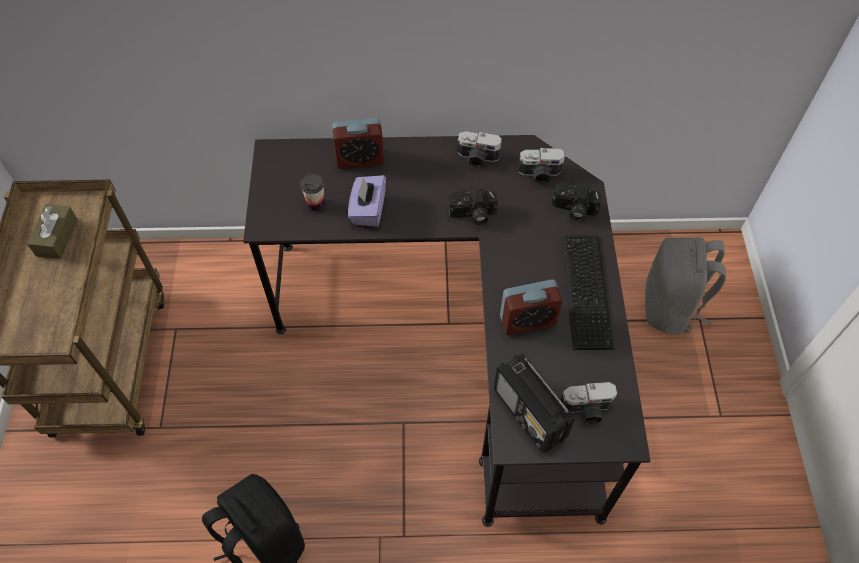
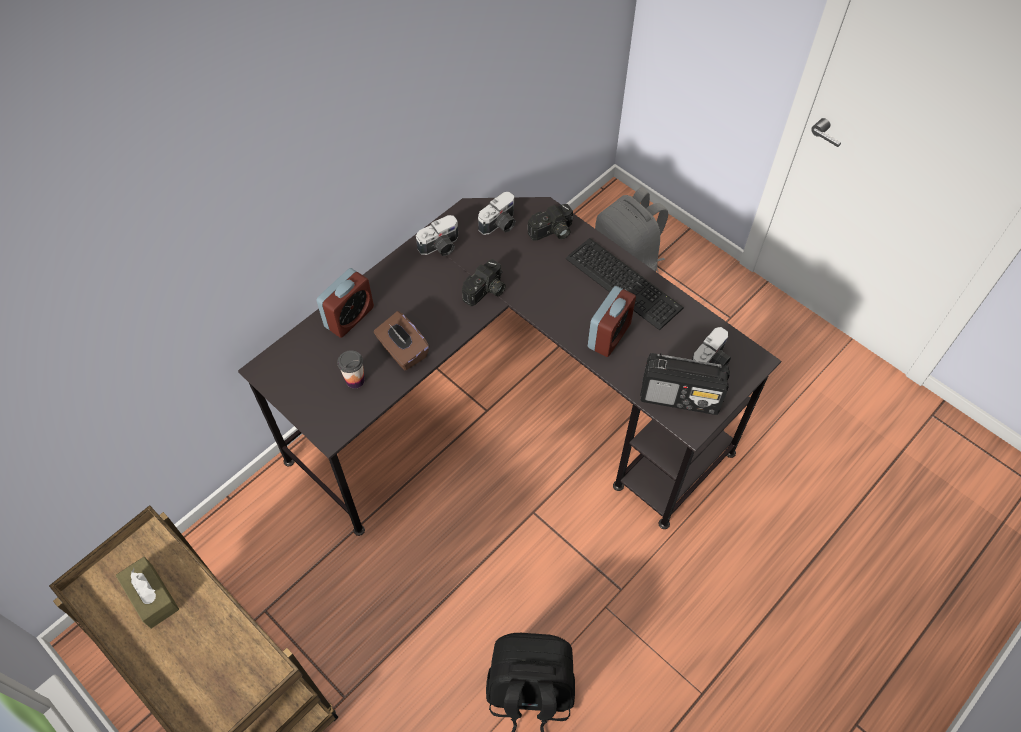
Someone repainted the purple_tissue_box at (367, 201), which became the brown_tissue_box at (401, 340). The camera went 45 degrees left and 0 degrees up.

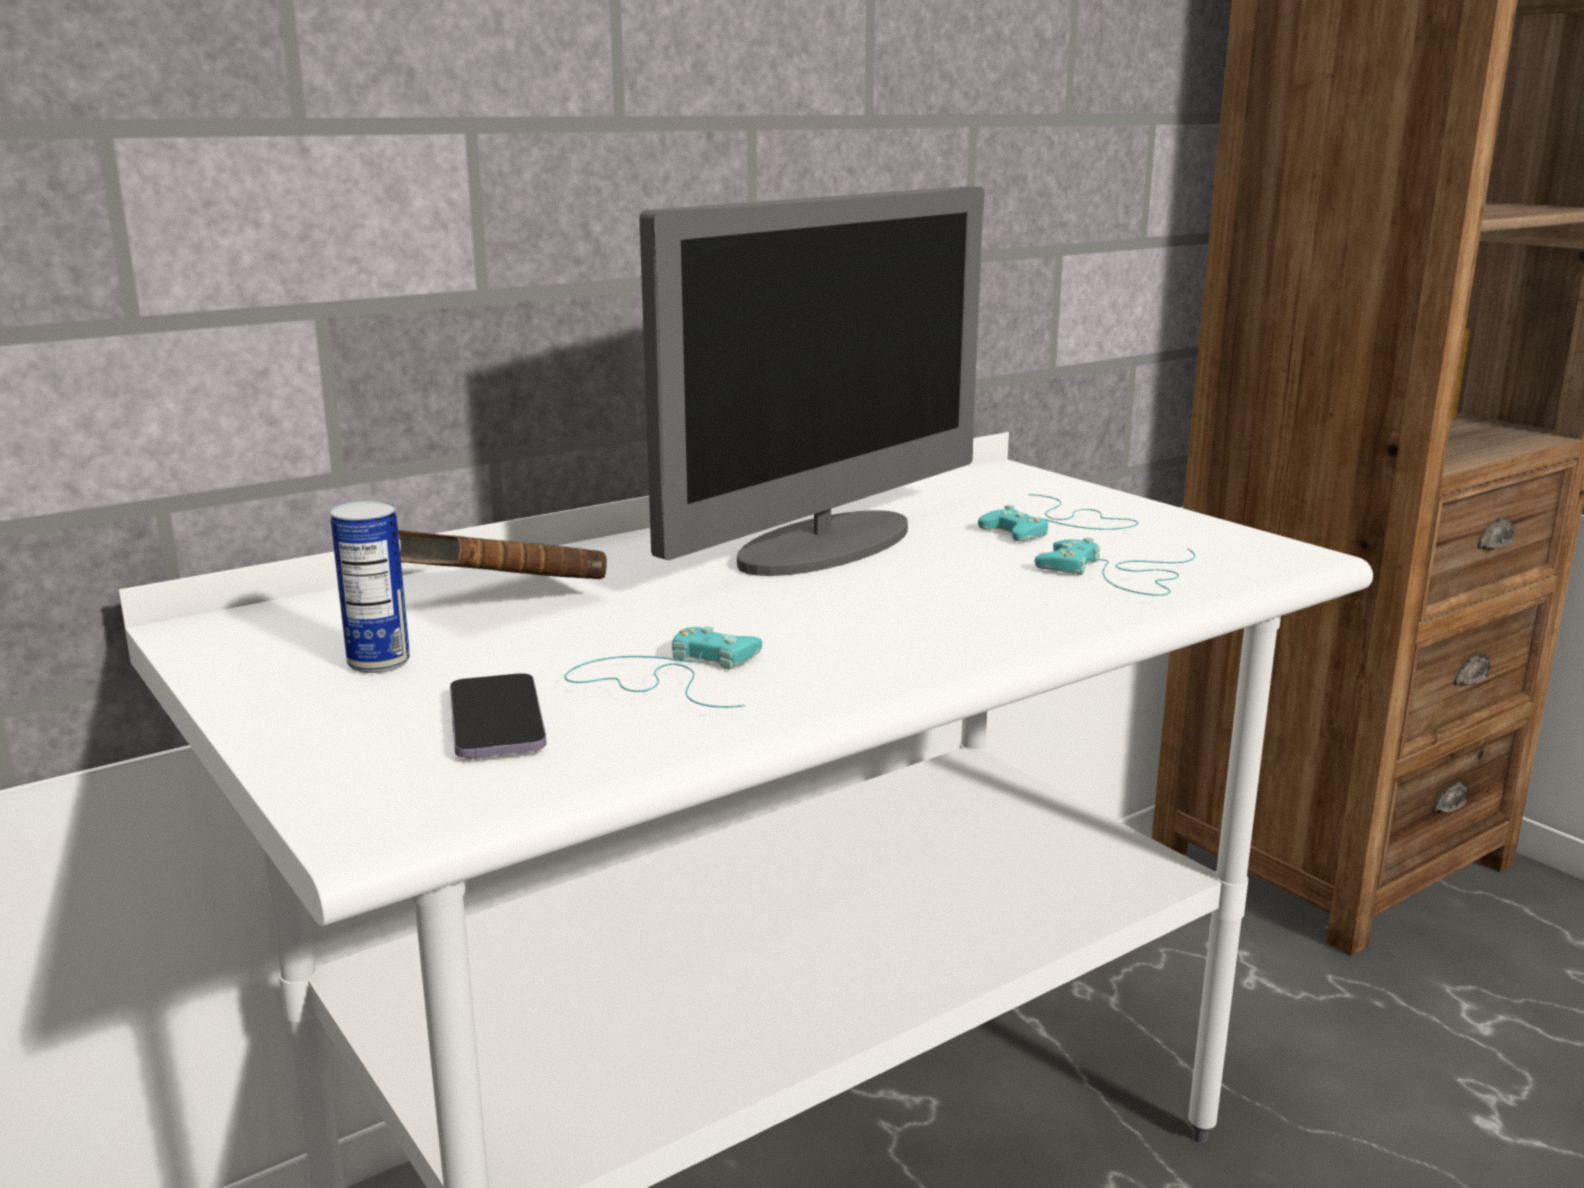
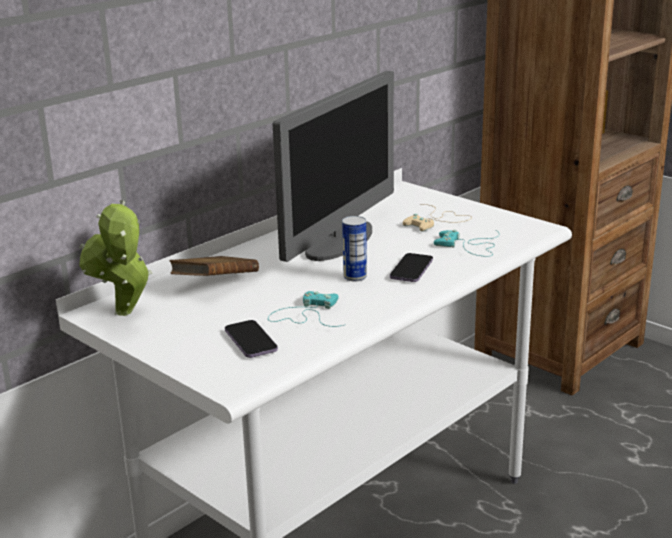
Someone repainted the turquoise_game_controller at (1058, 517), which became the beige_game_controller at (437, 218). Someone carried the can from (370, 587) to (354, 249). Someone put down the potted_plant at (116, 258). Someone put down the phone at (411, 267). The camera went 10 degrees left and 5 degrees up.

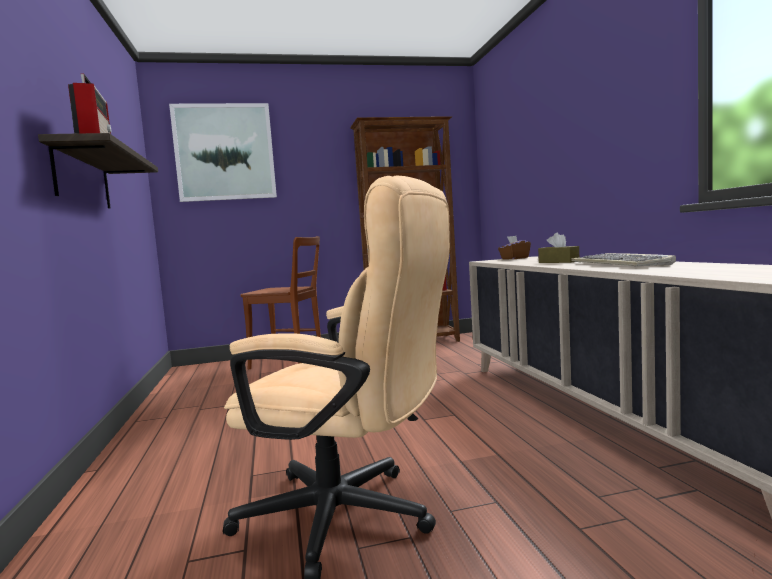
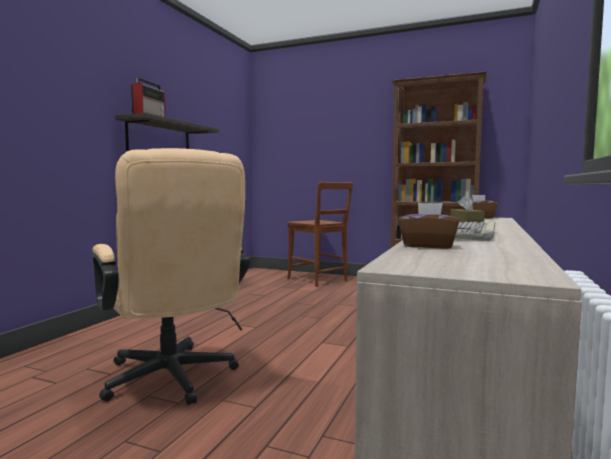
Someone took away the picture at (223, 152). Someone put down the brown_tissue_box at (429, 226). The camera went 35 degrees right and 0 degrees up.

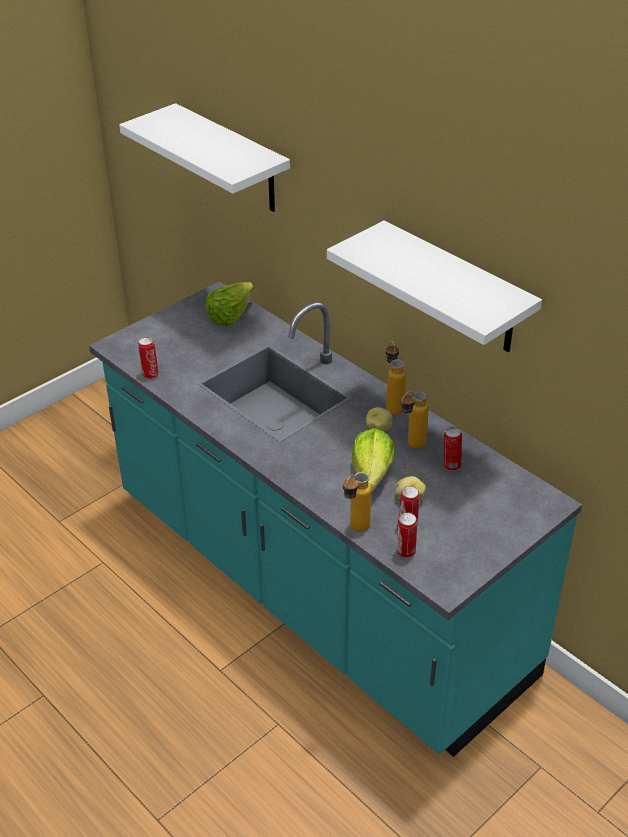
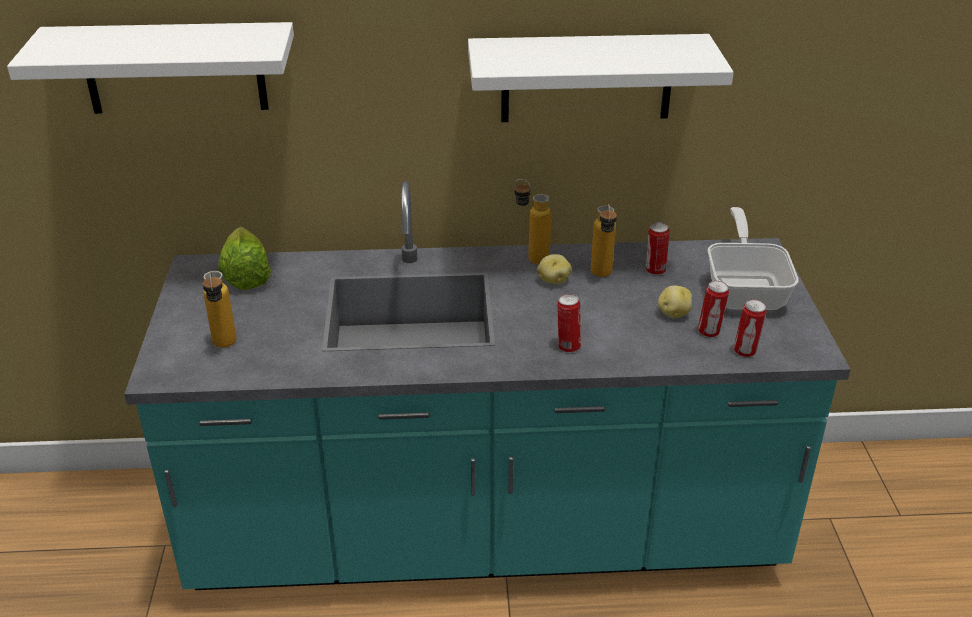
Someone carried the can from (148, 358) to (569, 323). Someone took away the lettuce at (373, 460). Someone carried the bottle from (357, 502) to (220, 309). Someone put down the frying_pan at (753, 258). The camera went 50 degrees left and 5 degrees down.

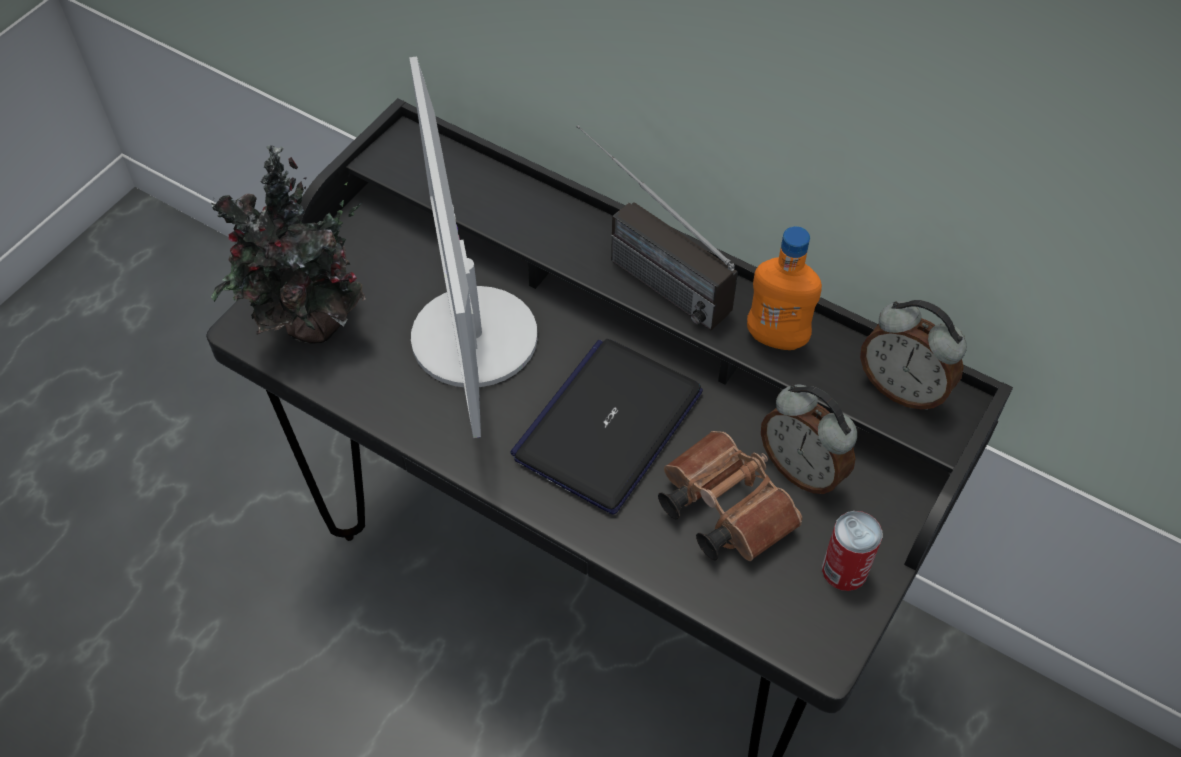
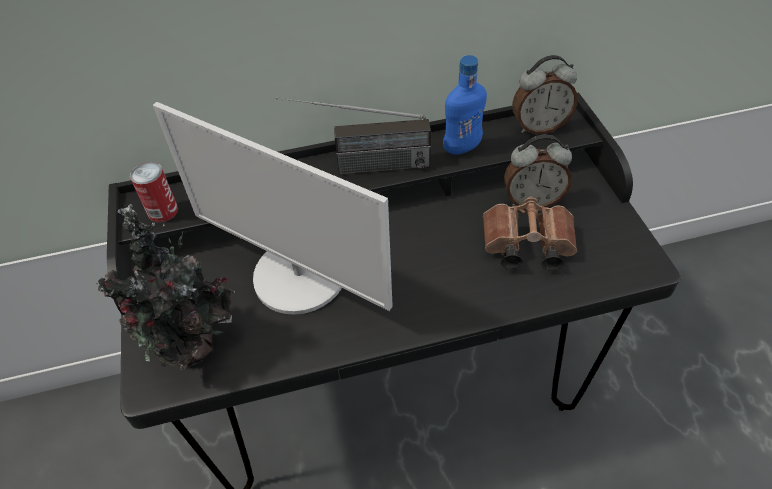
Someone repainted the orange_bottle at (784, 288), which became the blue_bottle at (465, 105). Someone took away the laptop at (606, 427). Someone carried the can from (852, 551) to (154, 192). The camera went 45 degrees left and 5 degrees down.

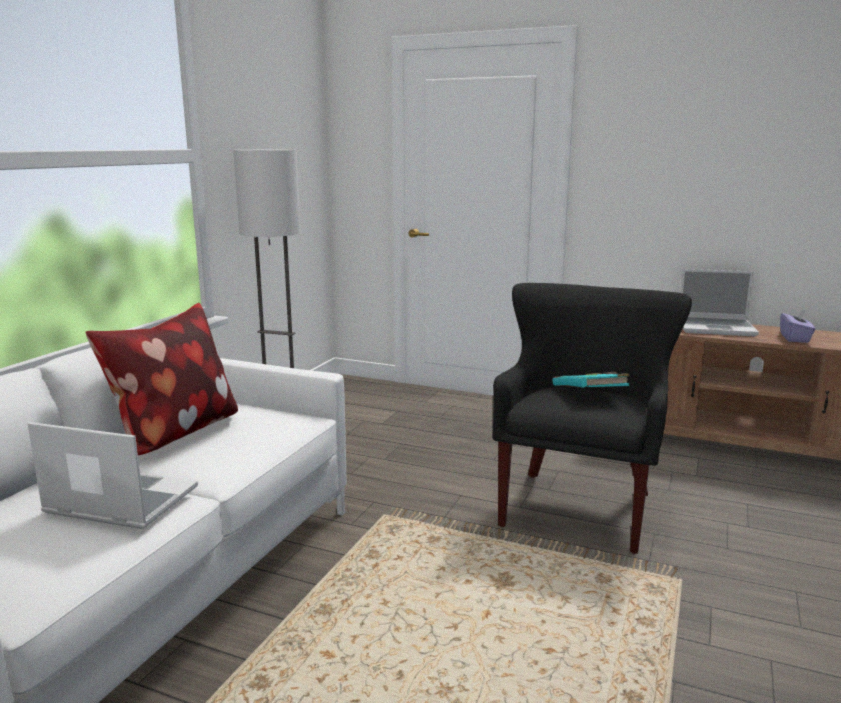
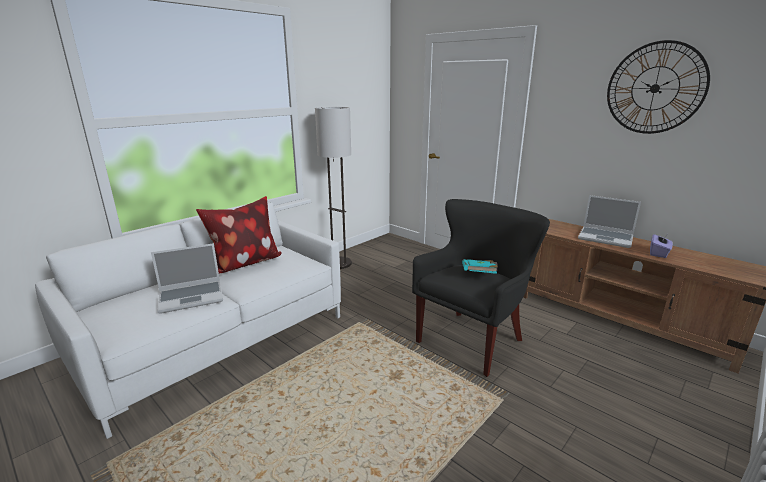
Someone rotated the laptop at (113, 475) by 120 degrees clockwise. Someone put up the wall_clock at (658, 87). The camera went 20 degrees right and 5 degrees up.

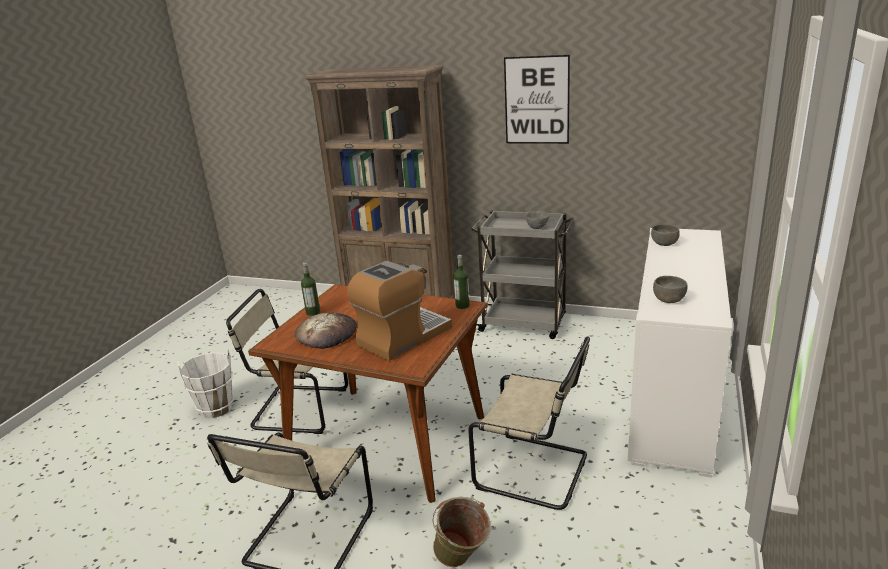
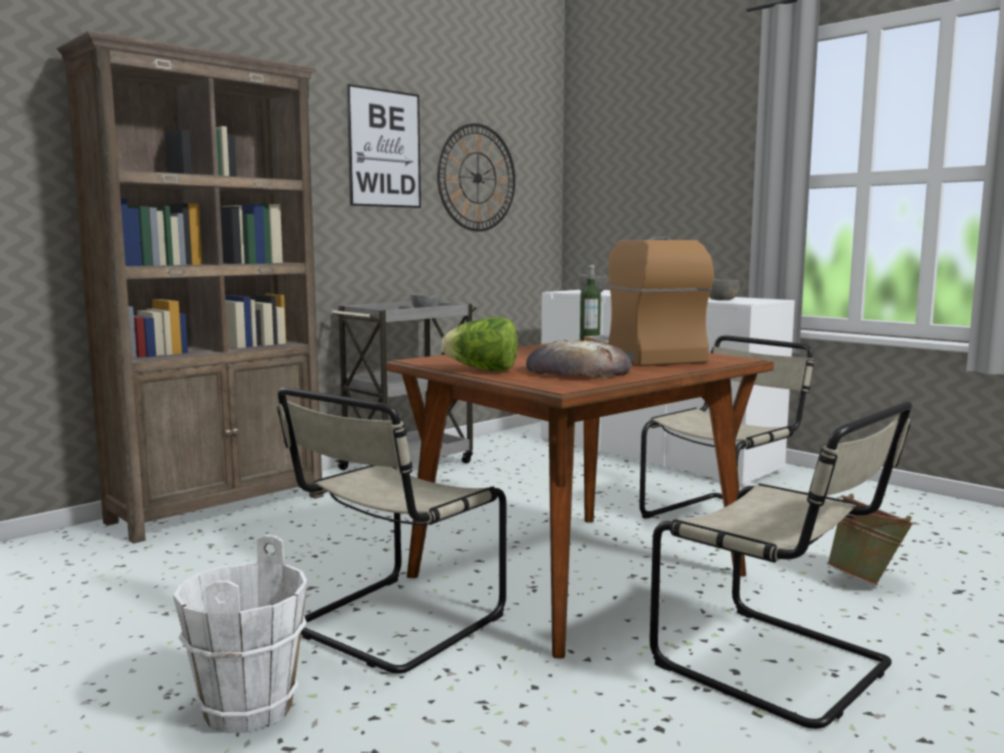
Someone swapped the bottle at (310, 289) for the lettuce at (480, 344). Someone put up the wall_clock at (476, 177). The camera went 65 degrees left and 15 degrees down.

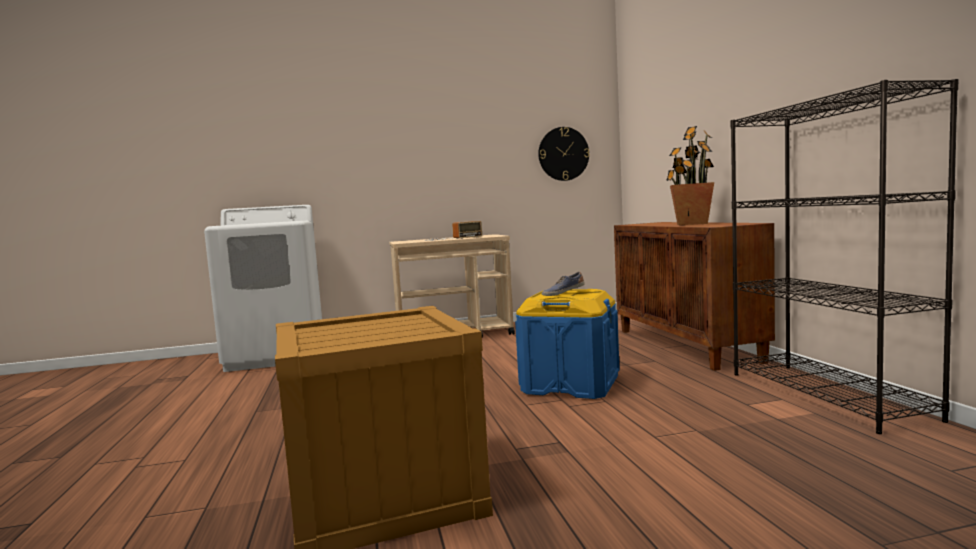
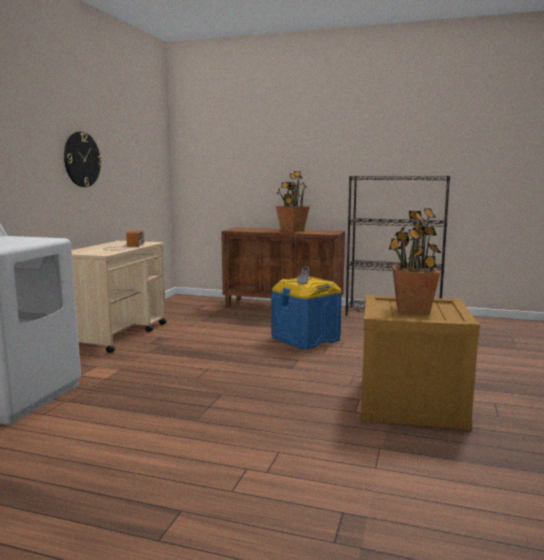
Someone carried the wall_clock from (564, 154) to (83, 159). Someone put down the potted_plant at (415, 261). The camera went 60 degrees left and 5 degrees up.

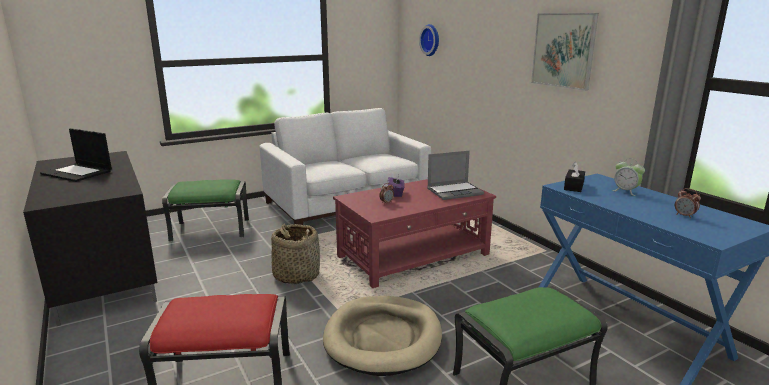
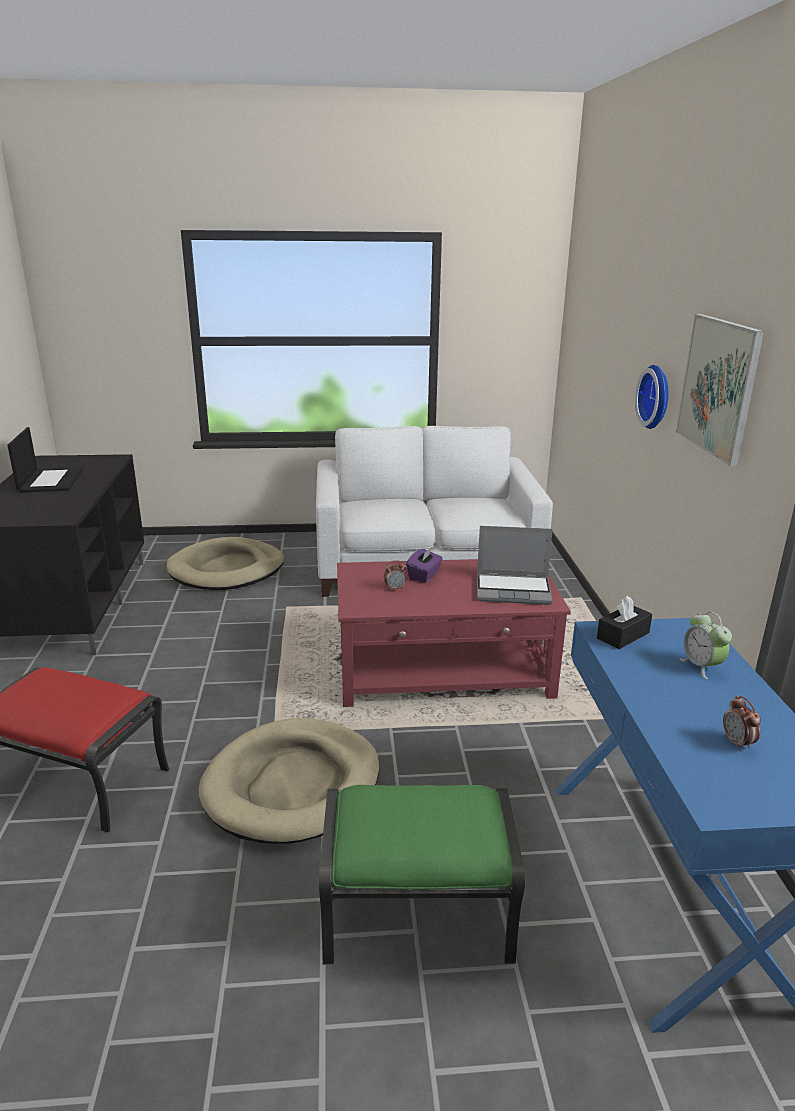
Someone carried the wall_clock from (429, 40) to (651, 397). Someone rotated the laptop at (76, 155) by 150 degrees counterclockwise. Someone swapped the green_ottoman at (205, 210) for the beige_dog_bed at (225, 563). Someone took away the basket at (295, 254). The camera went 25 degrees right and 5 degrees up.

